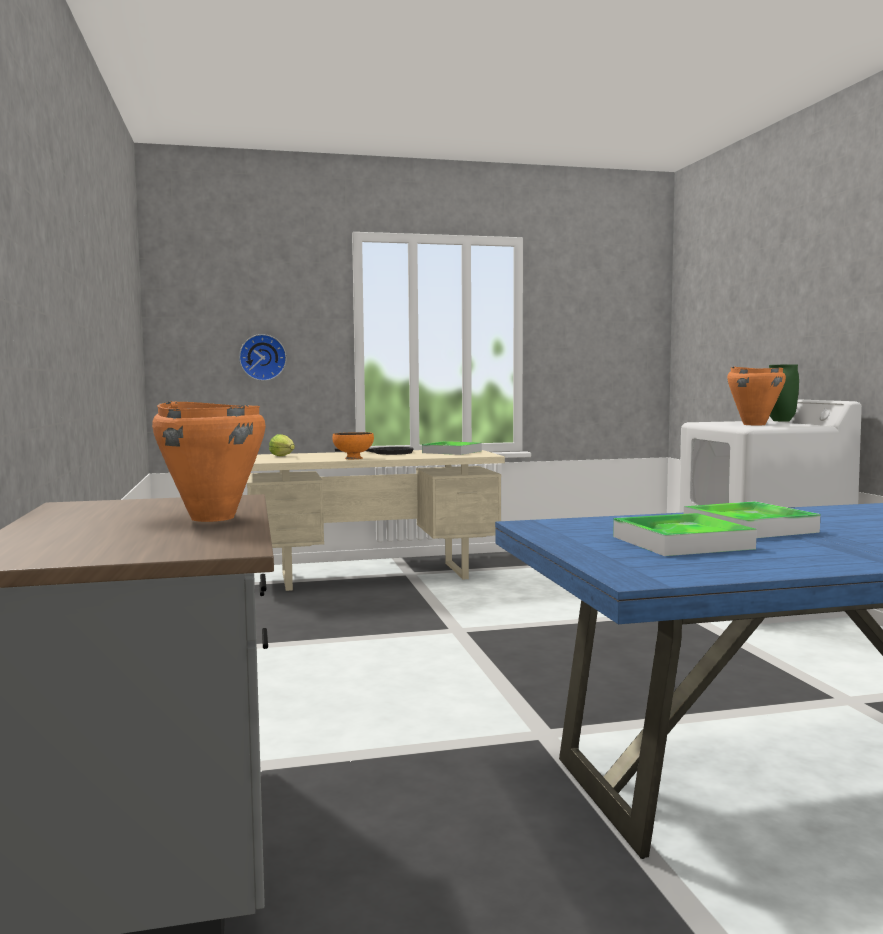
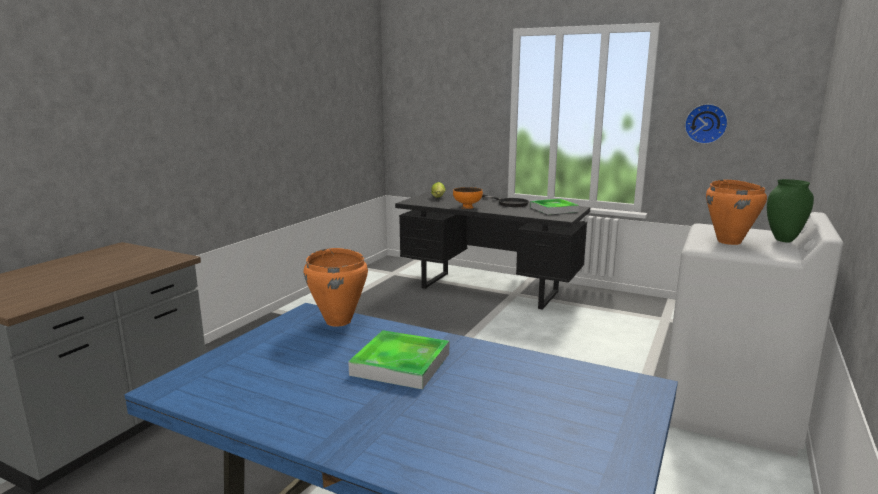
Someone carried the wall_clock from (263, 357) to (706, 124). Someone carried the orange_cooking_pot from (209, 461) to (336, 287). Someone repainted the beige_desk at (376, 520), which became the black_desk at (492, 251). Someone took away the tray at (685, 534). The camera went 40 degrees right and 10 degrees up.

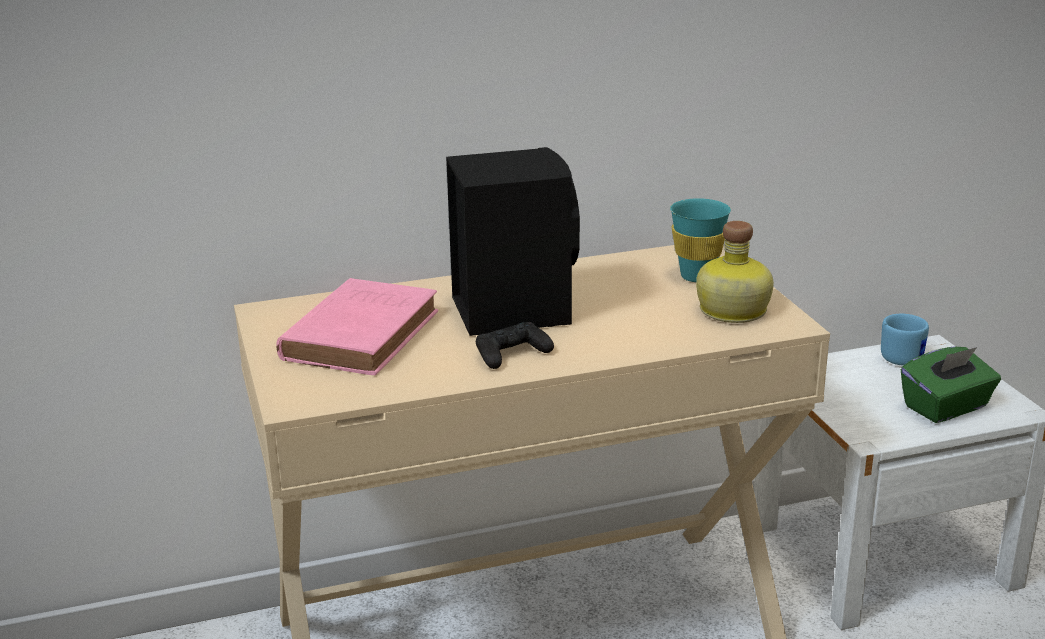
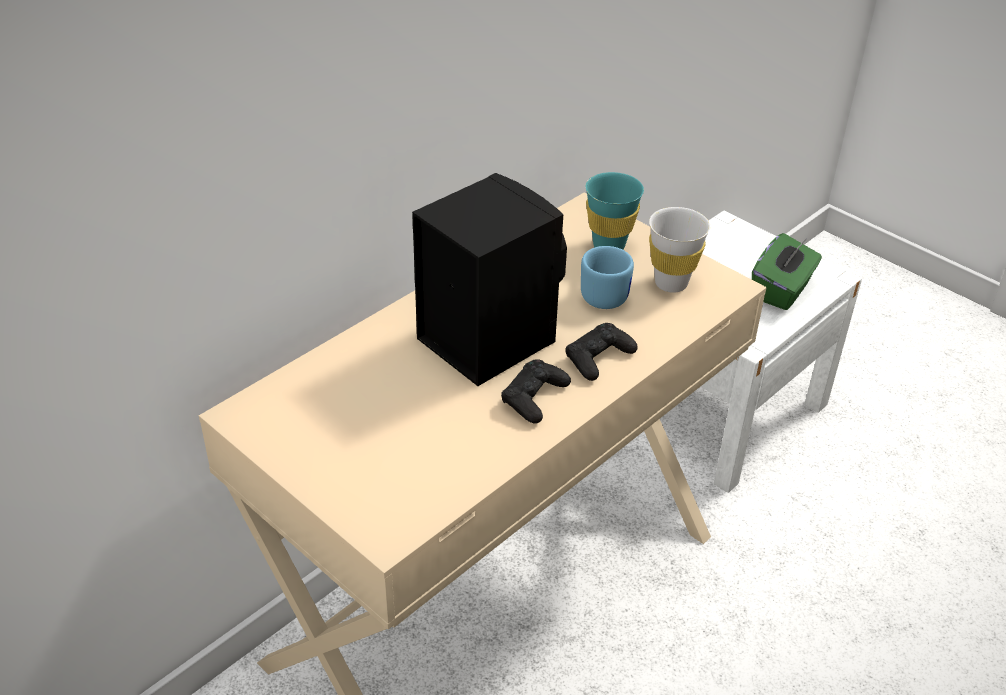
Someone swapped the bottle at (735, 272) for the white_cup at (679, 250). Someone took away the pink_book at (357, 326). Someone carried the blue_mug from (905, 340) to (607, 277). Someone put down the black_game_controller at (601, 352). The camera went 30 degrees left and 15 degrees up.

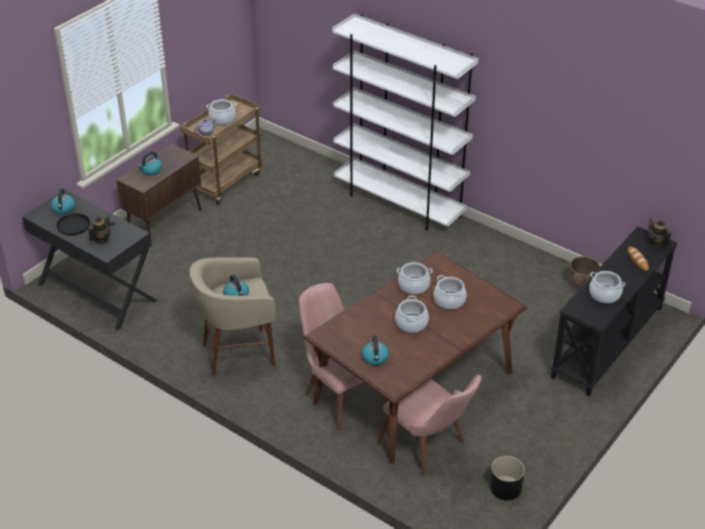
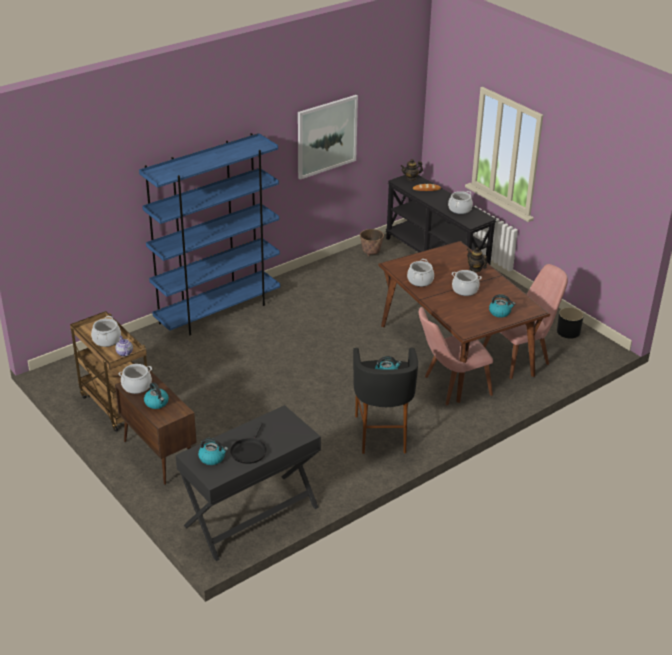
Someone repainted the white_bookcase at (405, 122), which became the blue_bookcase at (209, 234). Someone carried the teapot from (99, 229) to (477, 260). Someone repainted the beige_stool at (233, 316), which became the black_stool at (385, 401). Someone carried the cooking_pot from (450, 292) to (135, 379). Someone put up the picture at (328, 137). The camera went 75 degrees left and 5 degrees down.

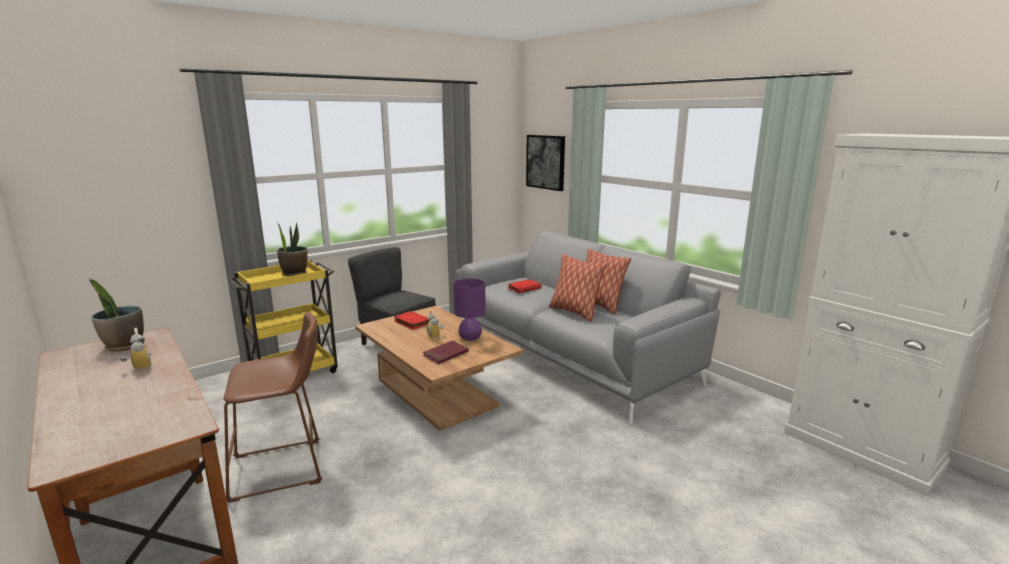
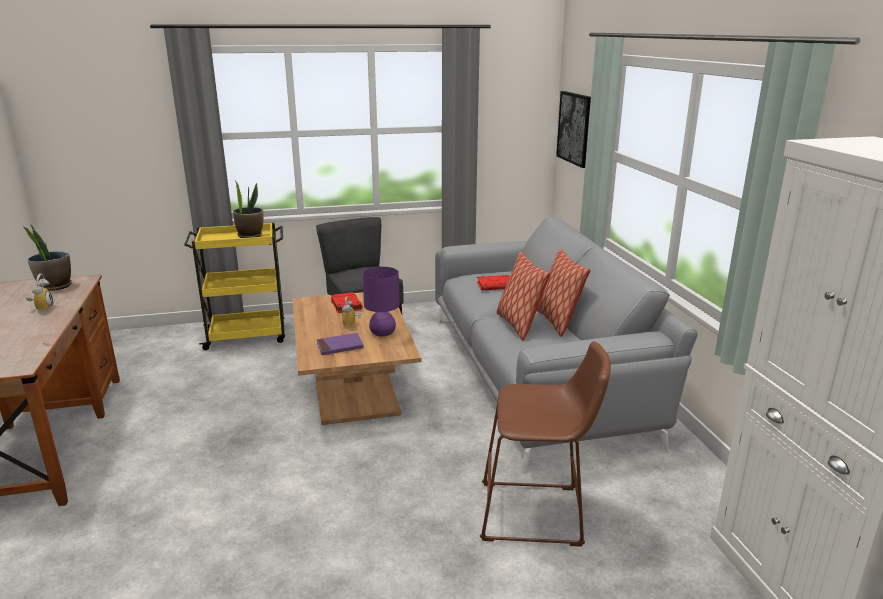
Someone carried the brown_stool from (273, 407) to (545, 444). Someone repainted the red_book at (446, 352), which became the purple_book at (340, 344). The camera went 25 degrees right and 5 degrees up.

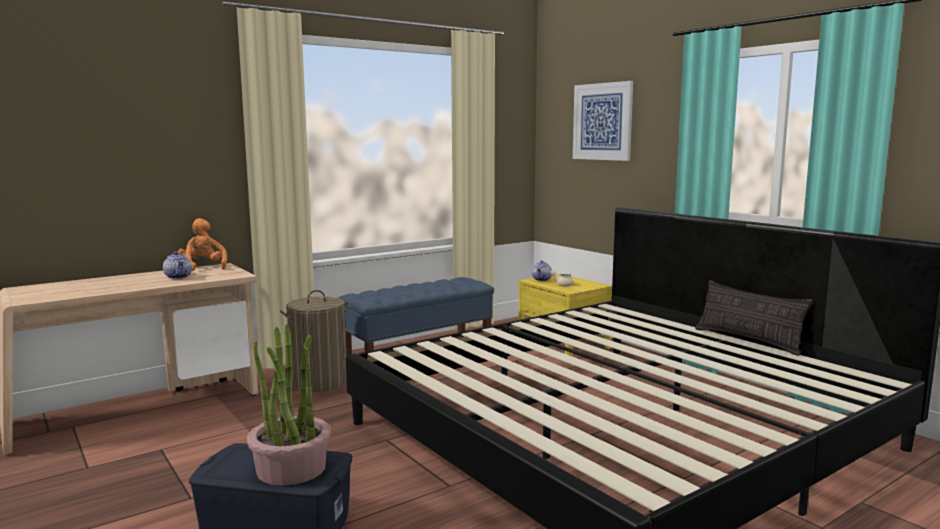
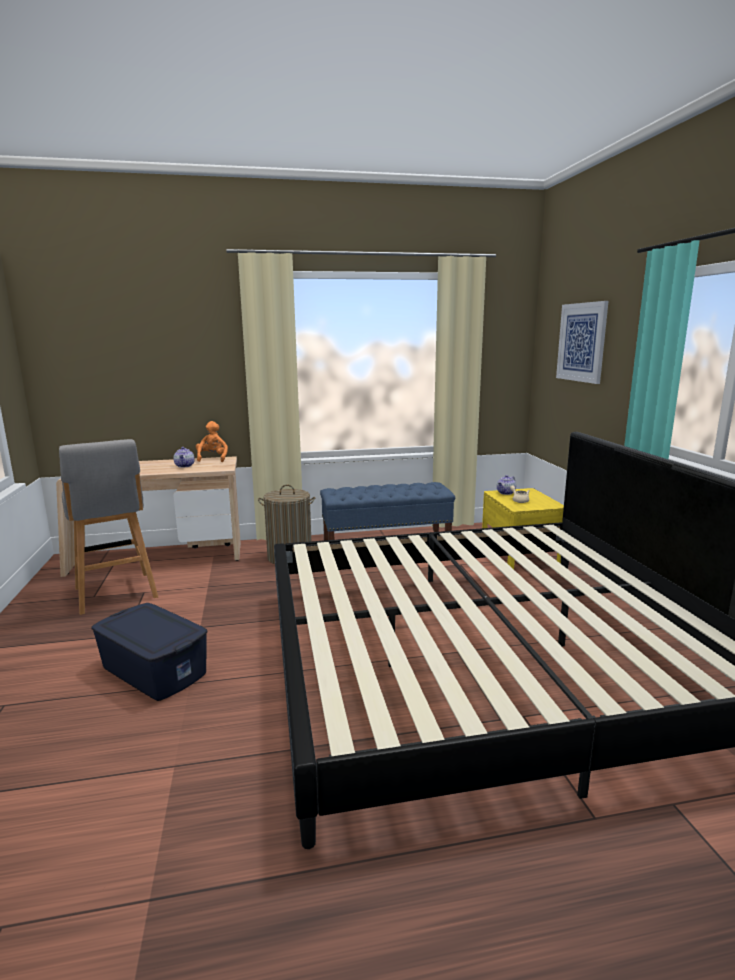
Someone took away the pillow at (754, 318). Someone took away the potted_plant at (289, 405). Someone put down the grey_stool at (108, 527). The camera went 25 degrees right and 5 degrees up.

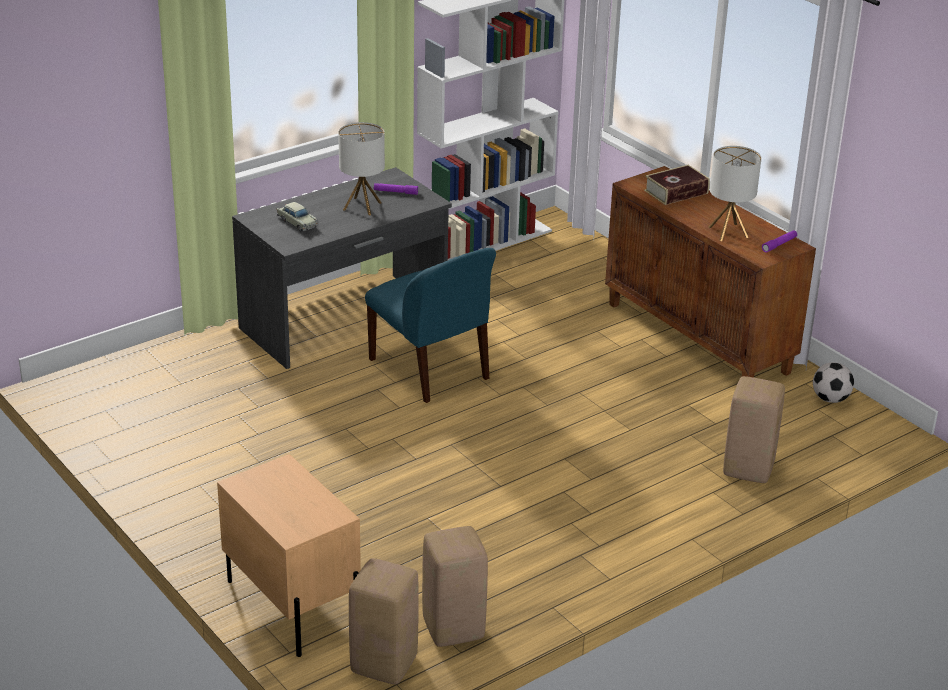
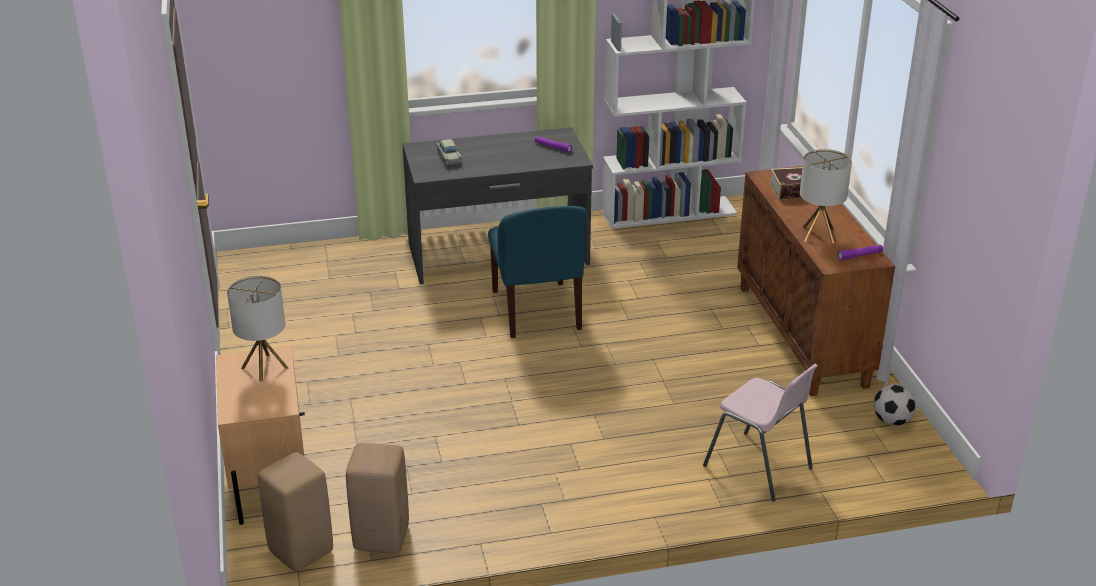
Someone carried the table_lamp from (361, 168) to (257, 329). Someone swapped the beige_stool at (754, 429) for the pink_chair at (760, 432). The camera went 25 degrees right and 0 degrees up.

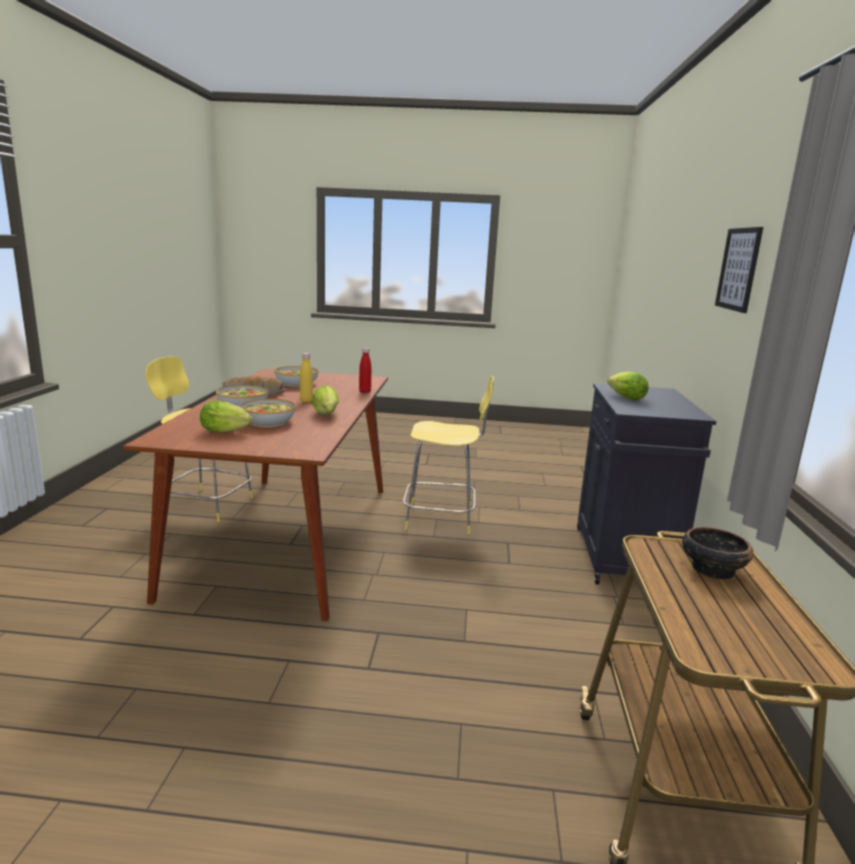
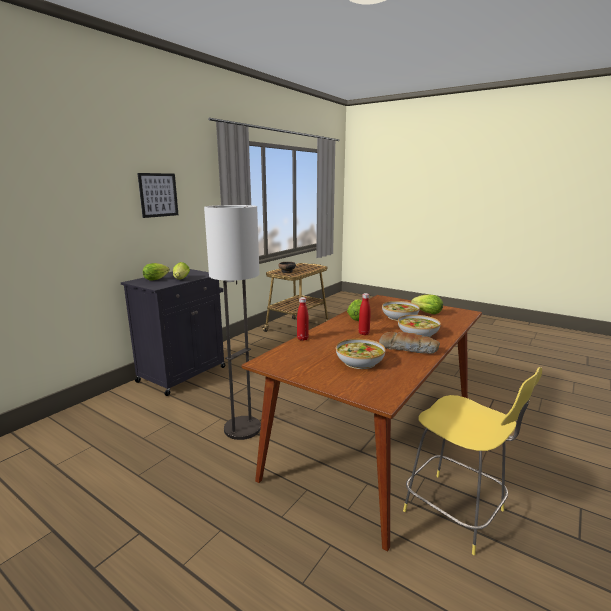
Someone repainted the yellow_bottle at (306, 377), which became the red_bottle at (365, 314). Someone swapped the yellow_stool at (448, 455) for the floor_lamp at (232, 322). Someone put down the lettuce at (156, 272). The camera went 150 degrees left and 0 degrees up.

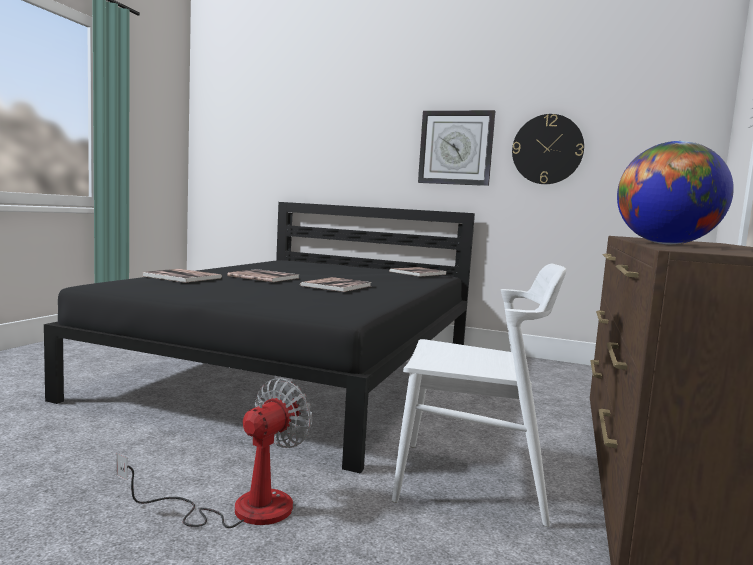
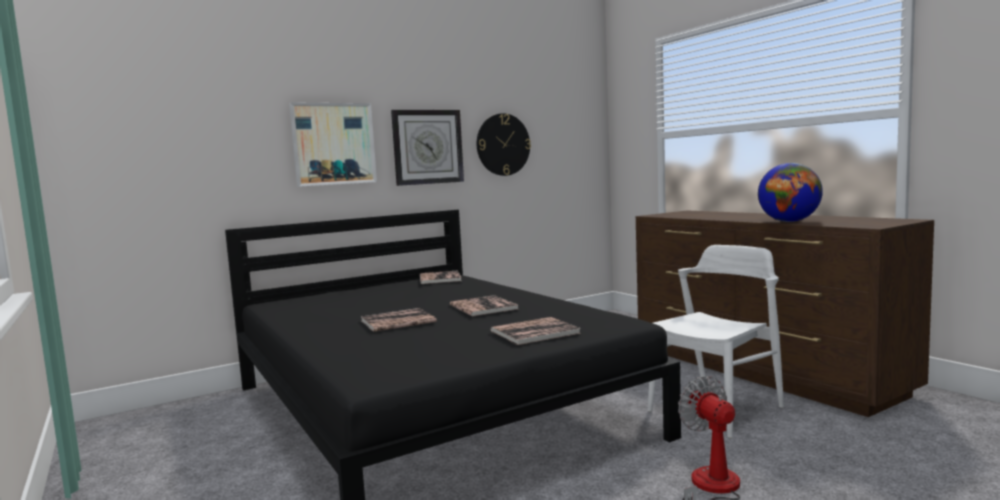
Someone carried the book from (182, 276) to (535, 331). Someone put up the picture at (333, 144). The camera went 50 degrees left and 0 degrees up.

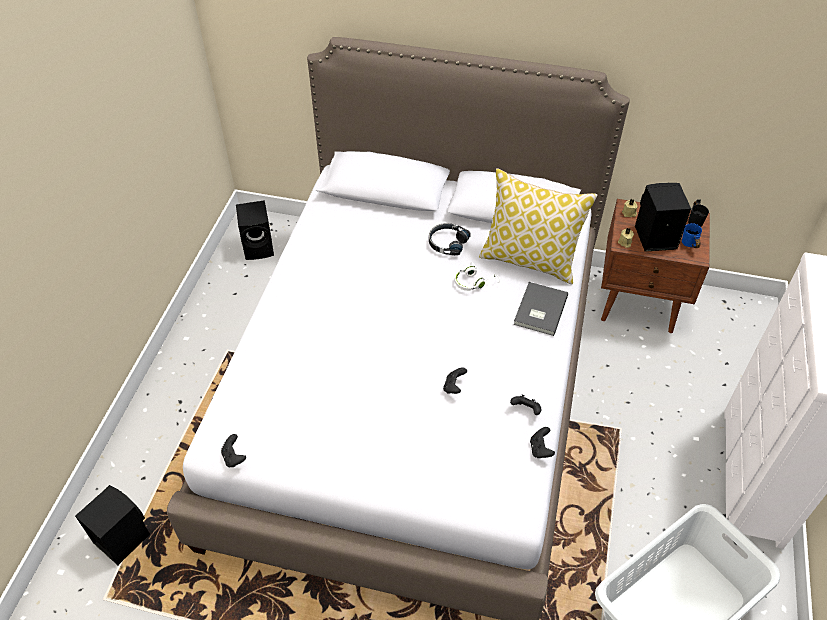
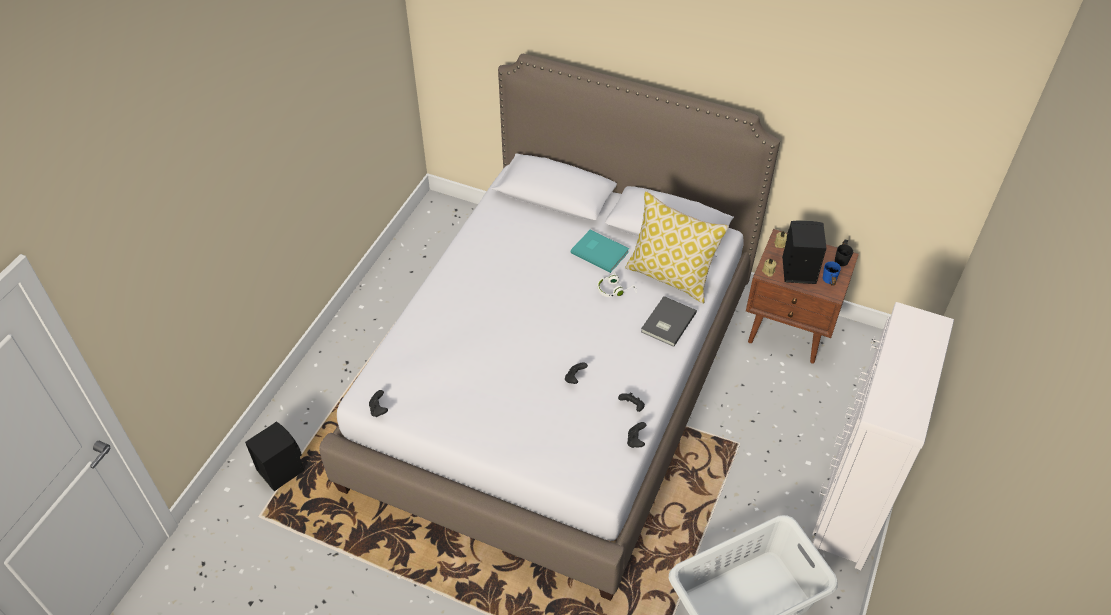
Someone took away the black_speaker at (255, 230). Someone swapped the black_headphones at (450, 239) for the turquoise_book at (600, 251). The camera went 10 degrees right and 0 degrees up.

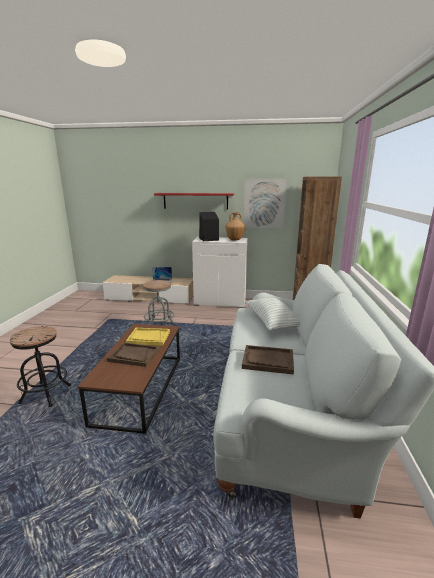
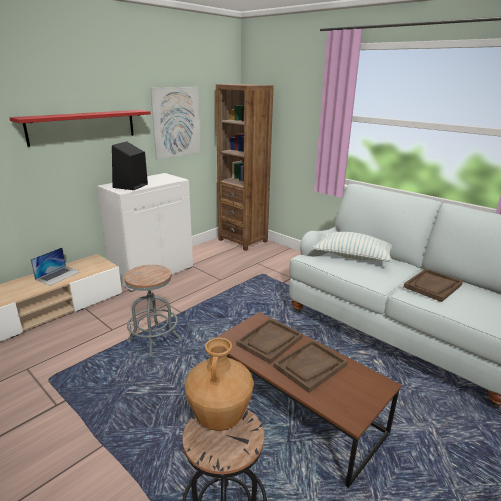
Someone carried the brown_vase from (235, 226) to (219, 384). Someone repainted the yellow_tray at (148, 337), which became the brown_tray at (269, 341). The camera went 55 degrees left and 5 degrees up.

